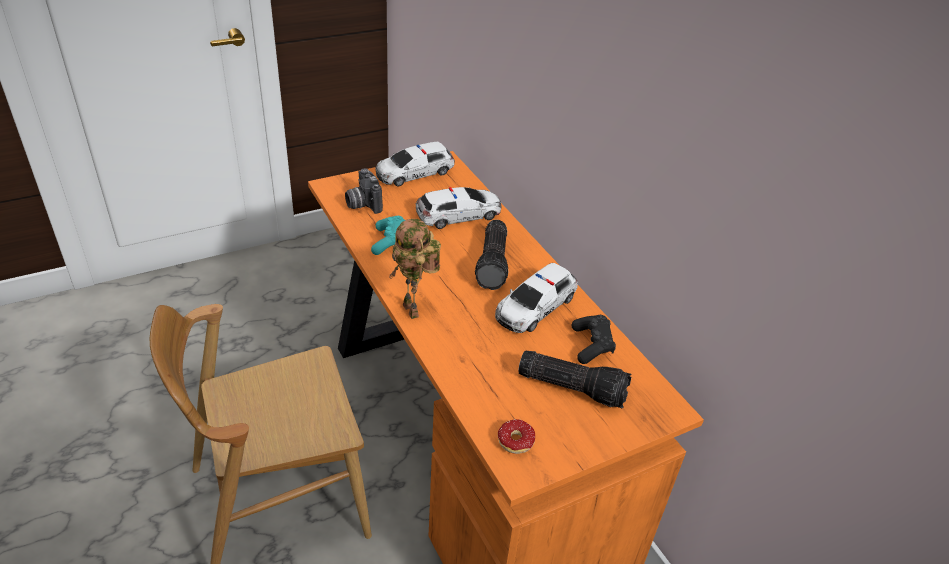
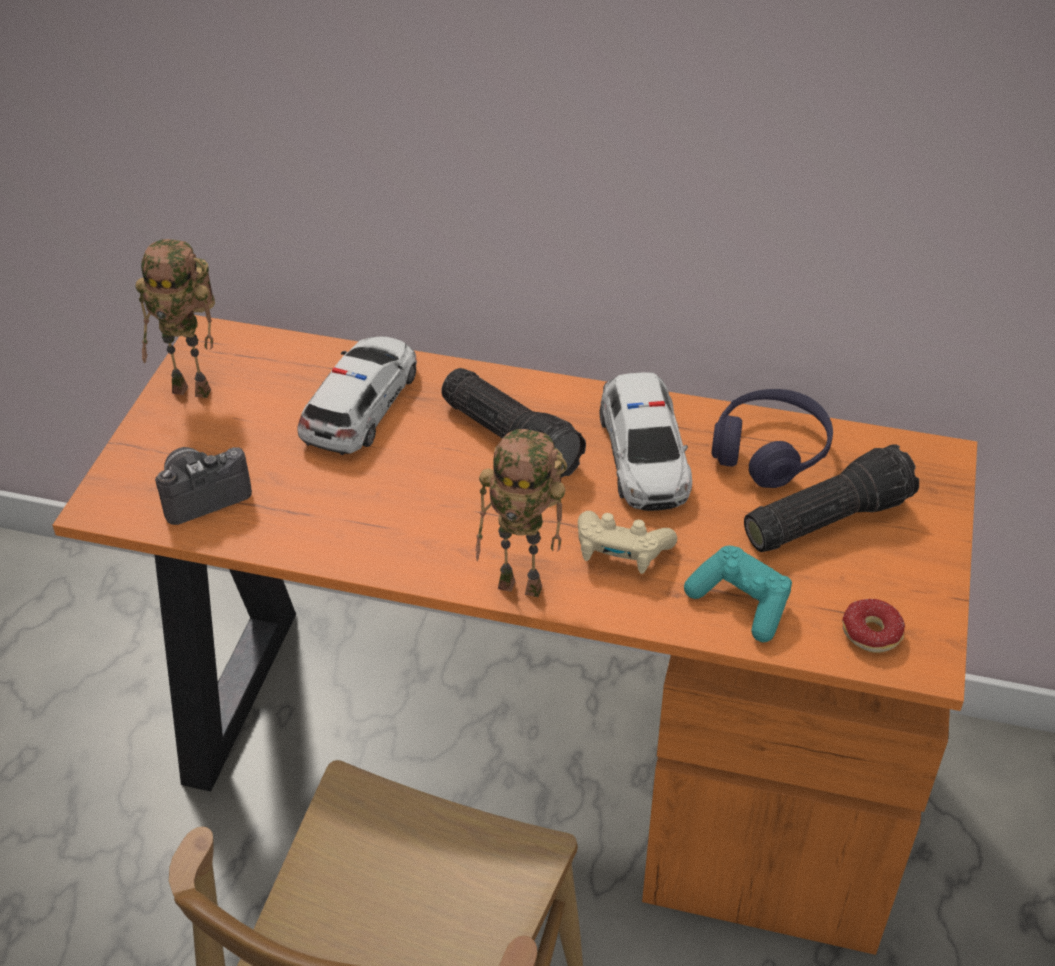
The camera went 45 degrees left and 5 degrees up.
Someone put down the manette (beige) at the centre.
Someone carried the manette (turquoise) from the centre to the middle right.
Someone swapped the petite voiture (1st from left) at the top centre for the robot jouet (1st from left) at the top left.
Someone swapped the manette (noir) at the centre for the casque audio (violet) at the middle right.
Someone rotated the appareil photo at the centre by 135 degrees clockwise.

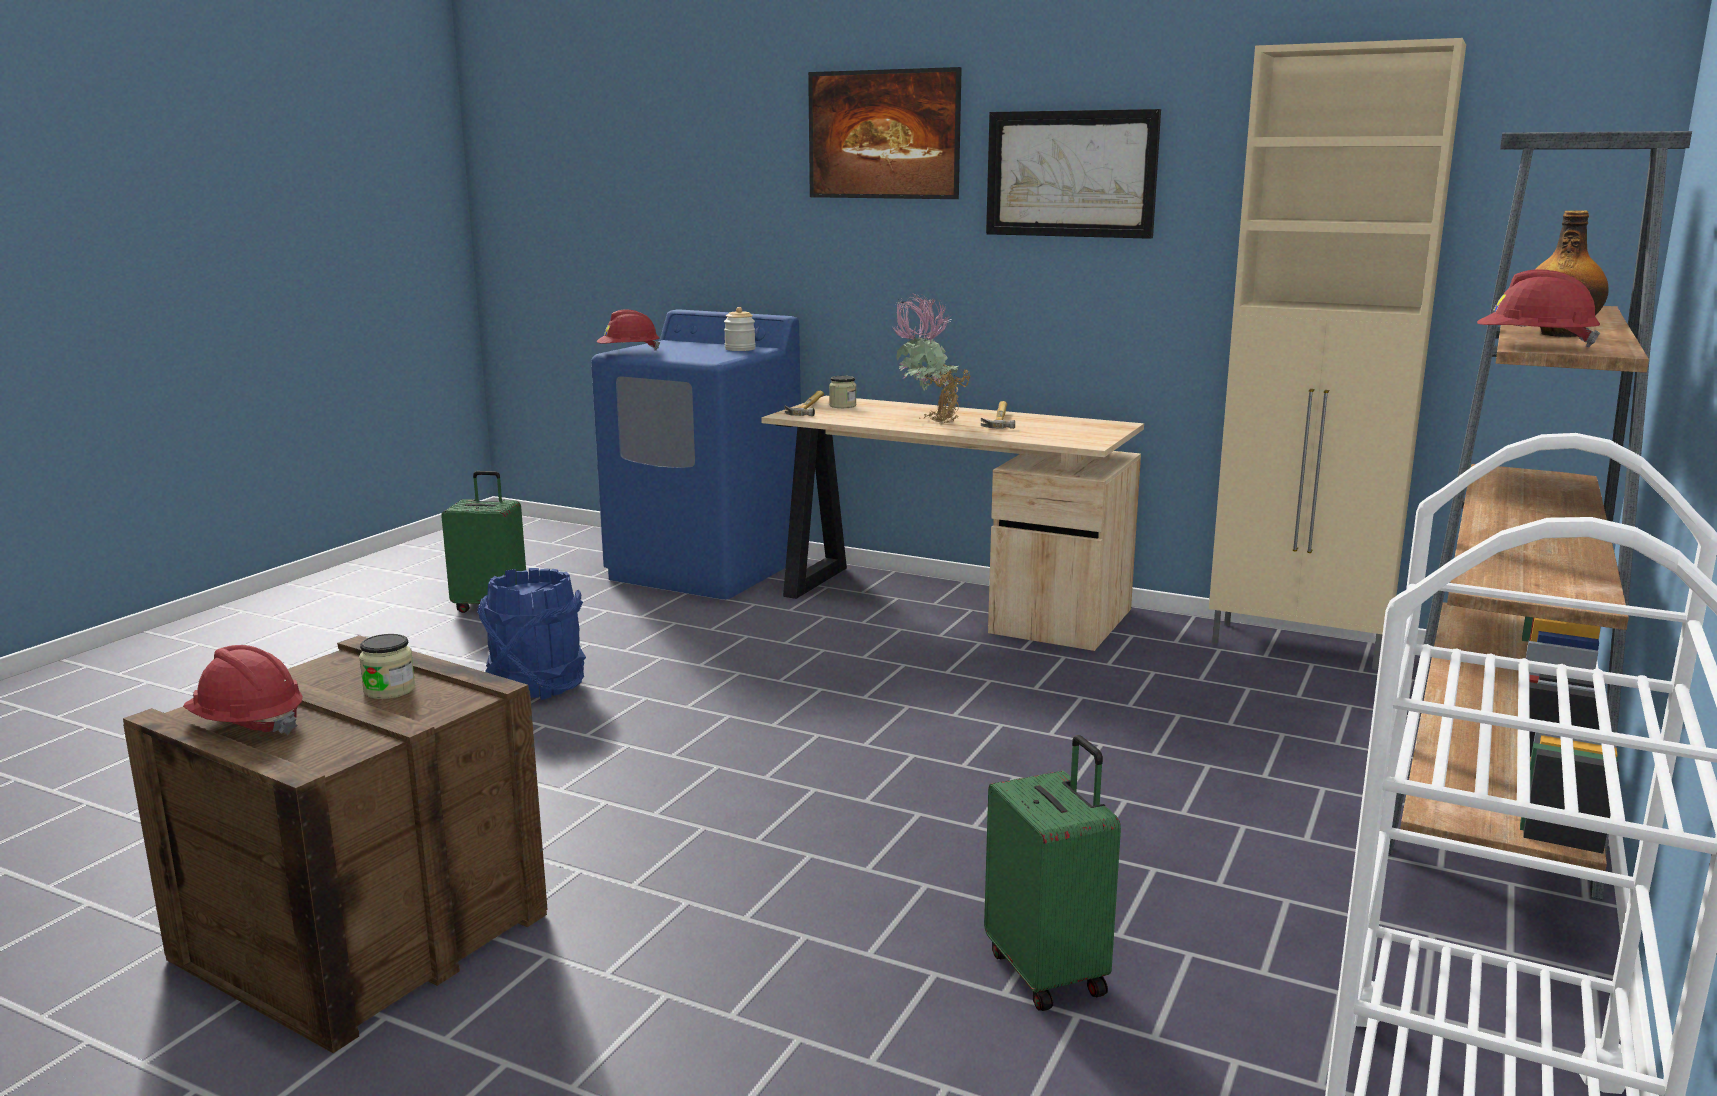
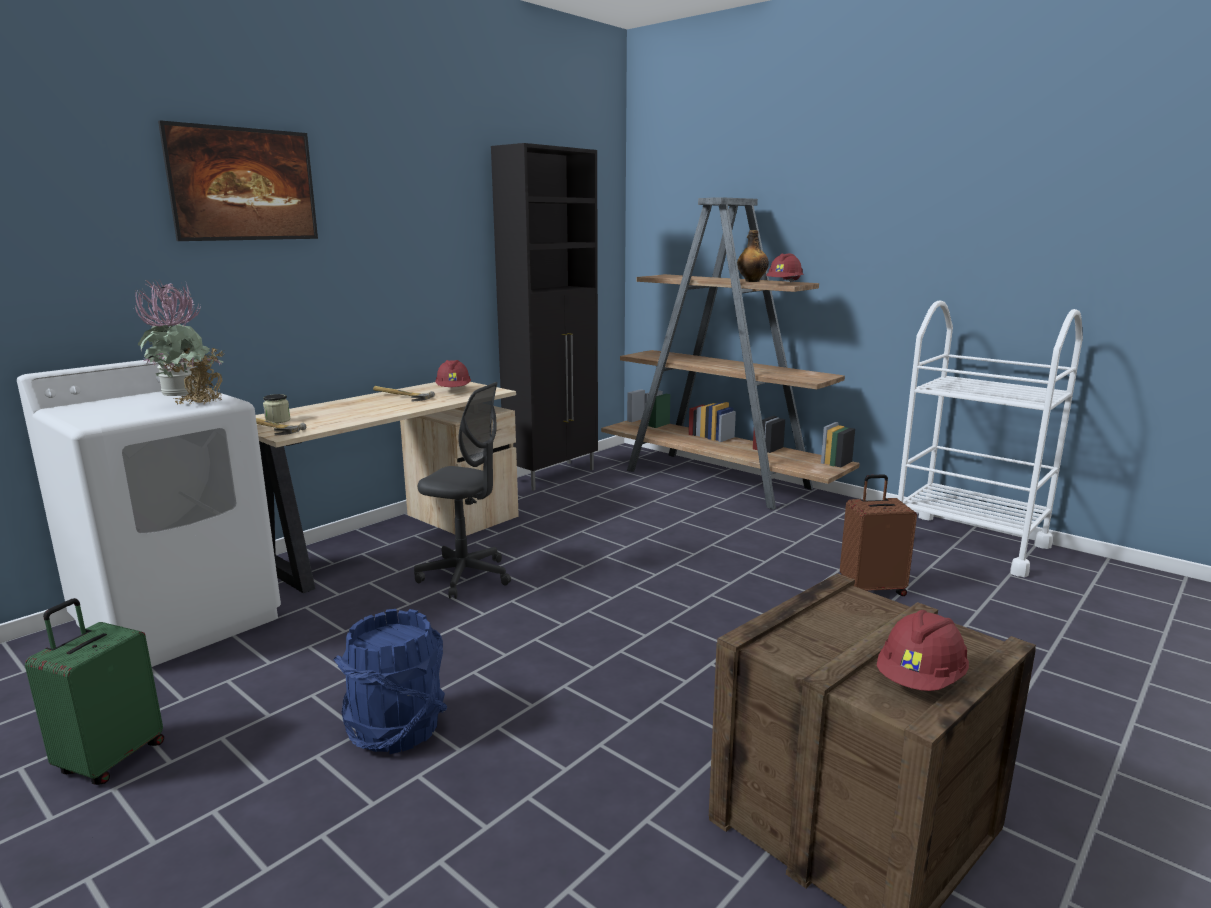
The camera went 75 degrees left and 0 degrees up.
Someone took away the bocal (1st from left) at the middle left.
Someone took away the tableau (2nd from left) at the top centre.
Someone put down the chaise de bureau (gris) at the centre.
Someone carried the casque de chantier (rouge) (2nd from left in the first image) from the top centre to the centre.
Someone carried the plante en pot from the top centre to the middle left.
Someone repainted the lave-linge (bleu) at the centre, which became the lave-linge (blanc) at the middle left.
Someone repainted the valise (vert) (2nd from left) at the bottom centre, which became the valise (marron) at the middle right.
Someone repainted the meuble de rangement (beige) at the top right, which became the meuble de rangement (noir) at the centre.

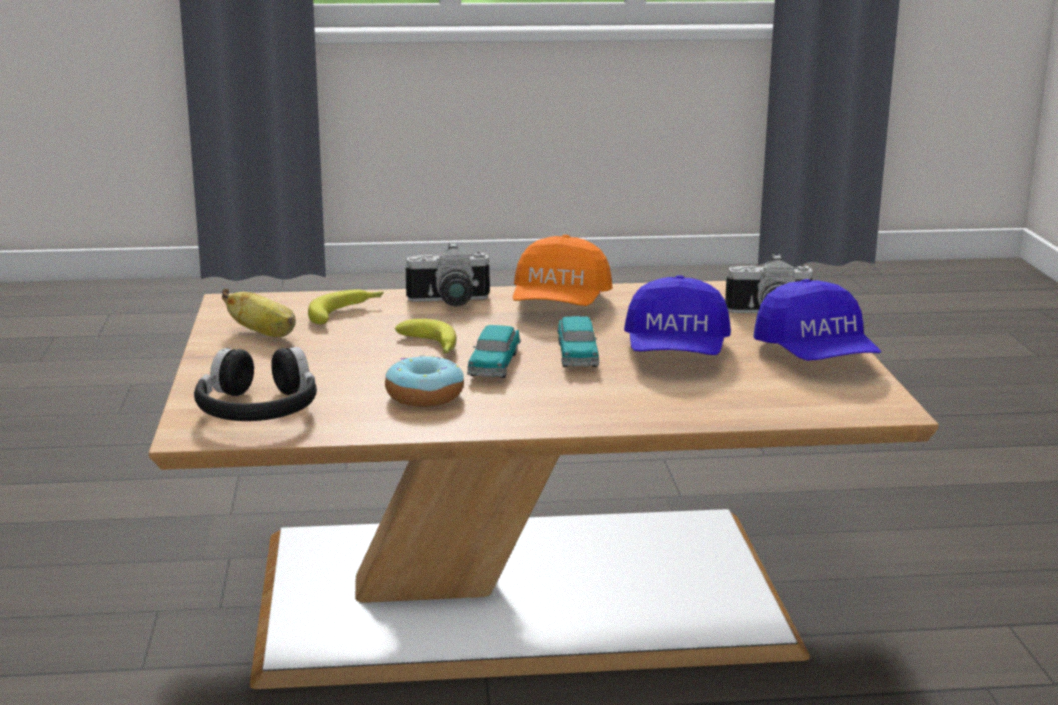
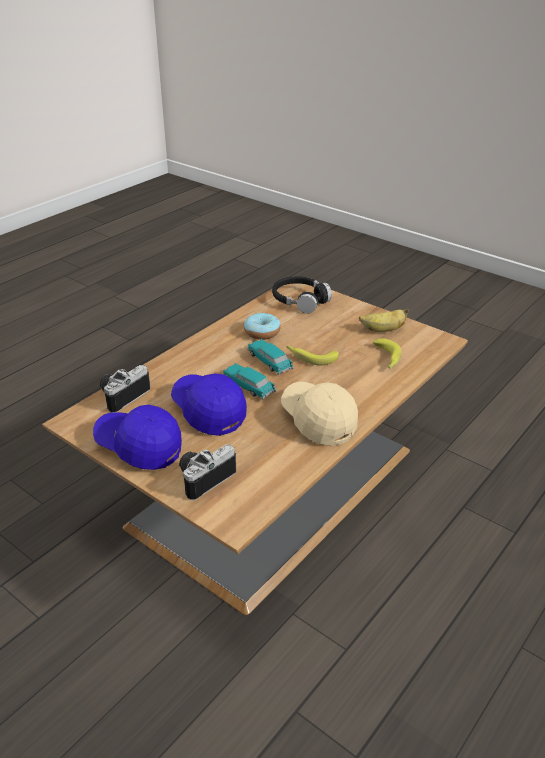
The camera went 135 degrees right and 15 degrees up.
Someone carried the appareil photo (1st from left) from the centre to the middle left.
Someone repainted the casquette (orange) at the centre, which became the casquette (beige) at the centre.

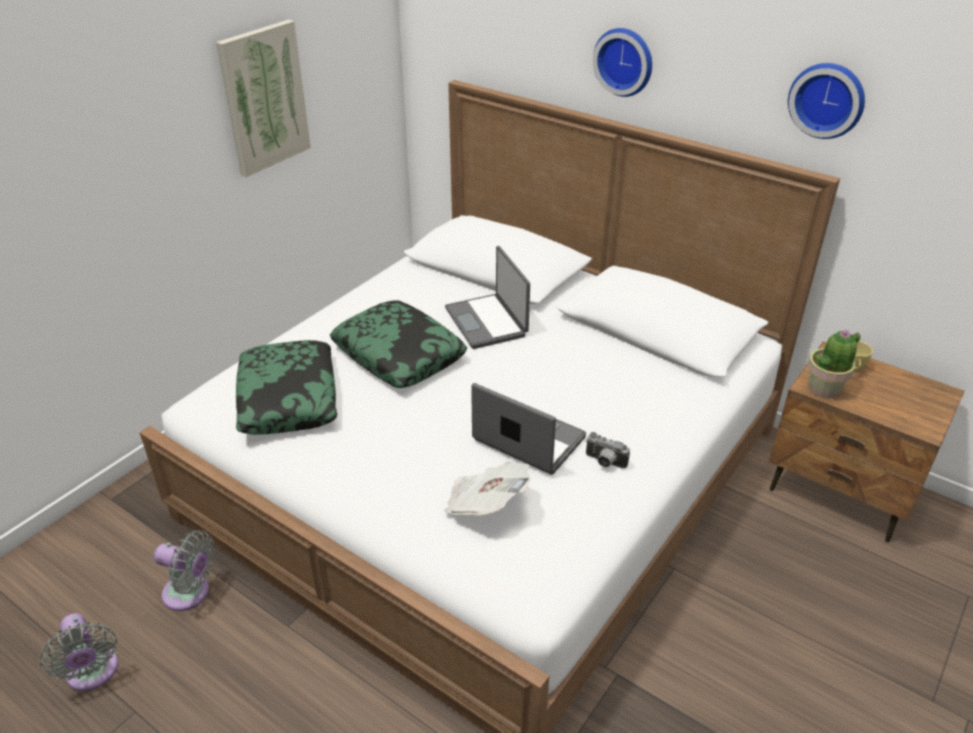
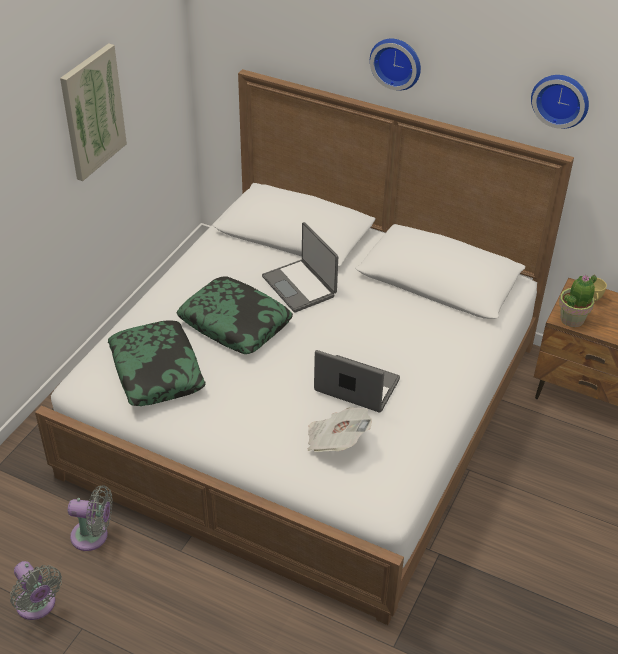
The camera went 10 degrees left and 5 degrees up.
Someone took away the appareil photo at the centre.

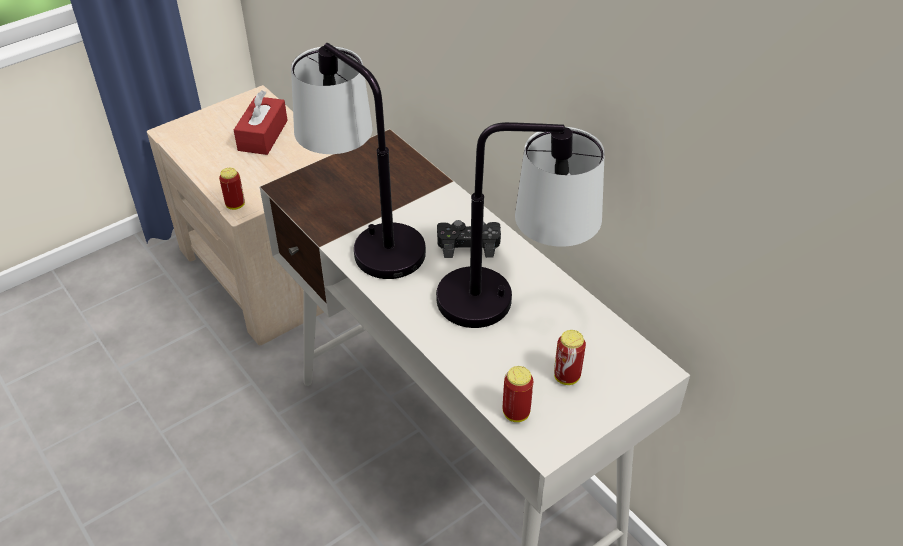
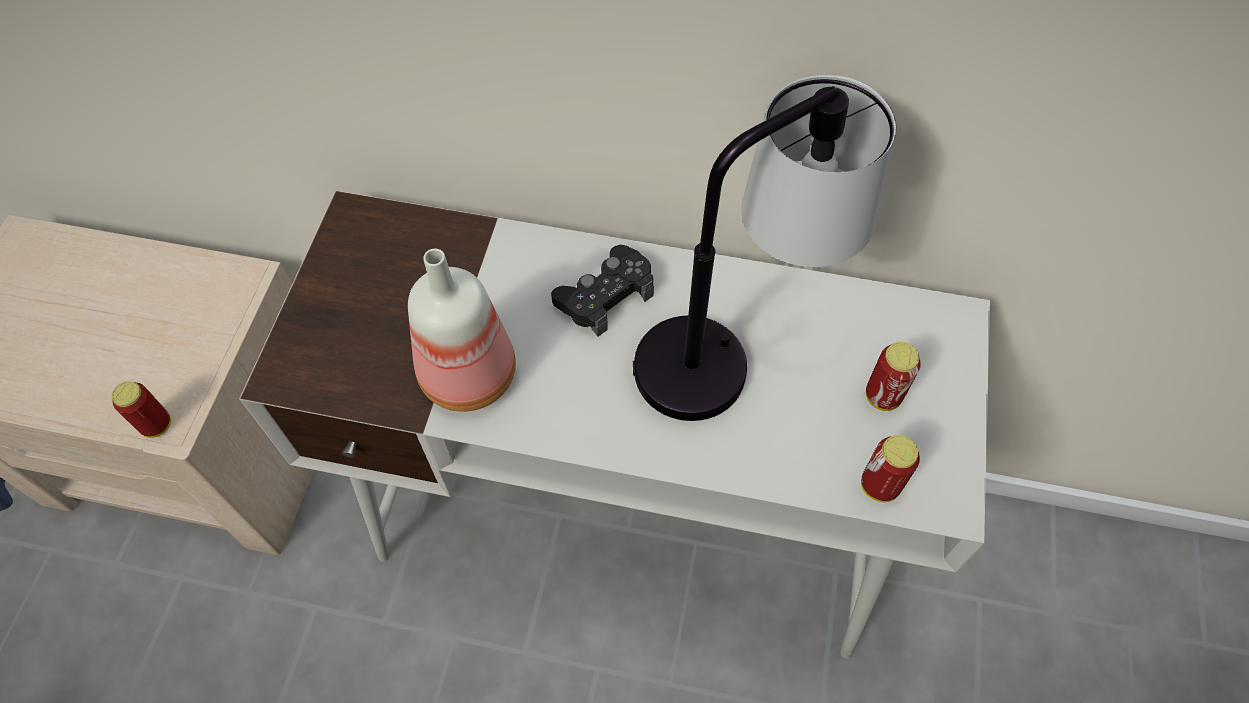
The camera went 40 degrees left and 15 degrees up.
Someone took away the boîte à mouchoirs (rouge) at the top left.
Someone swapped the lampe de table (1st from left) at the top centre for the bouteille at the centre.

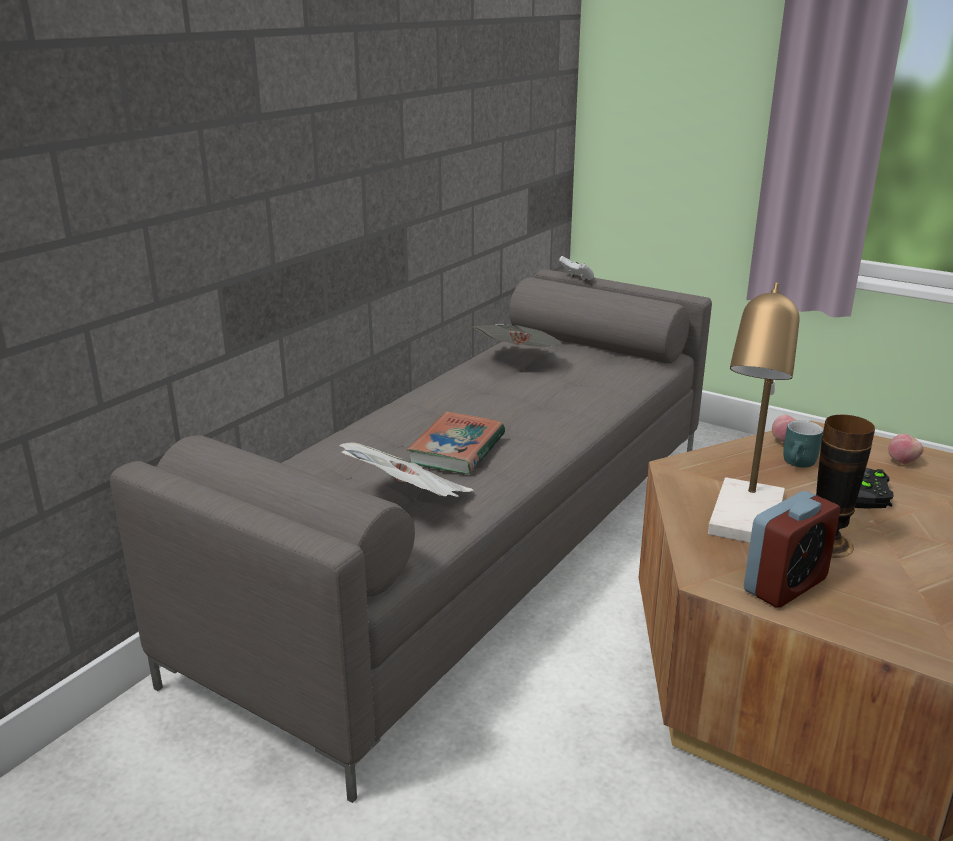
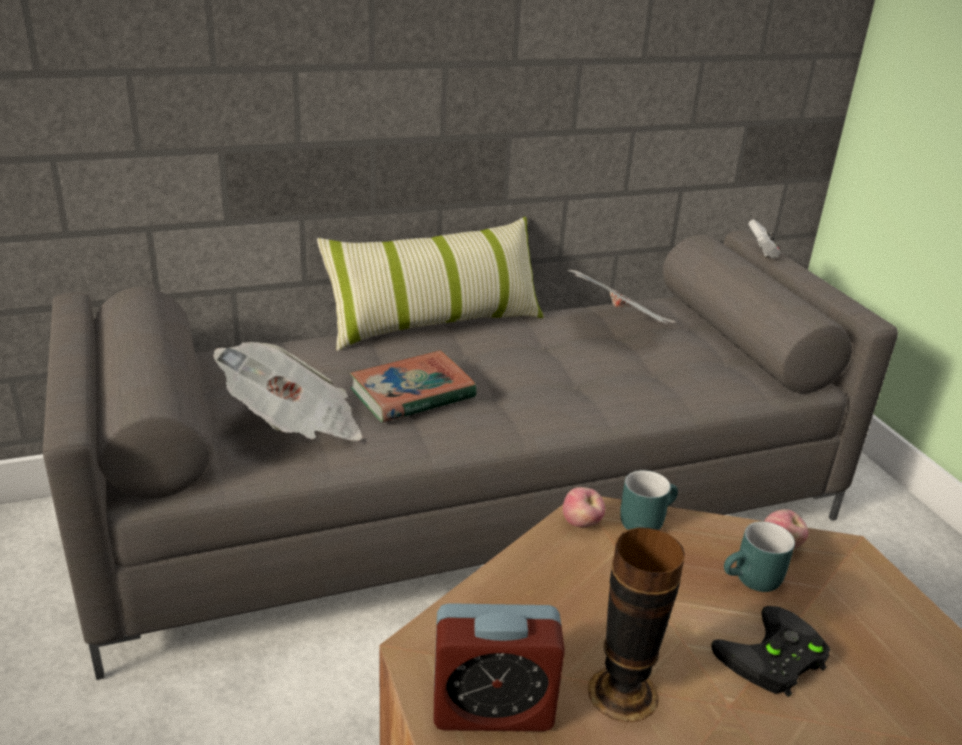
The camera went 35 degrees right and 5 degrees up.
Someone took away the lampe de table at the middle right.
Someone put down the coussin at the centre.
Someone put down the mug (turquoise) (1st from left) at the bottom right.
Someone carried the pomme (2nd from left in the first image) from the middle right to the bottom centre.

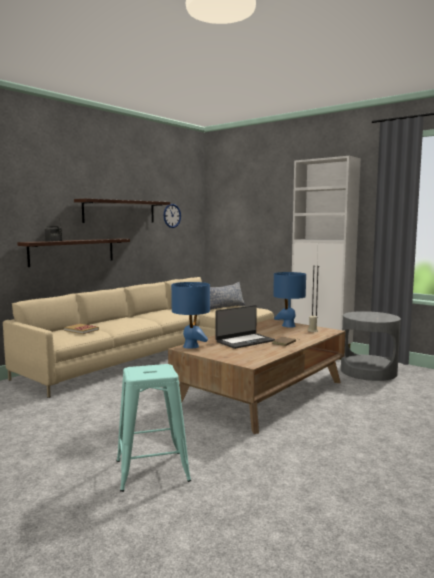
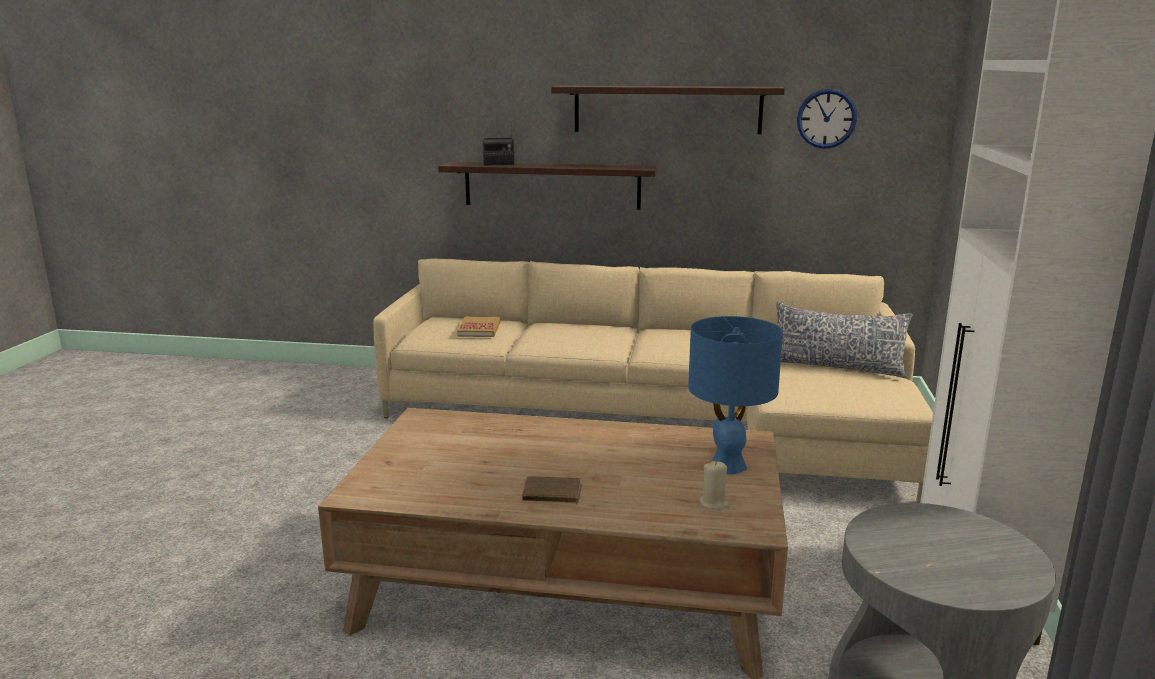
The camera went 60 degrees right and 10 degrees up.
Someone took away the tabouret (turquoise) at the bottom centre.
Someone took away the lampe de table (bleu) (1st from left) at the centre.
Someone took away the ordinateur portable at the centre.

